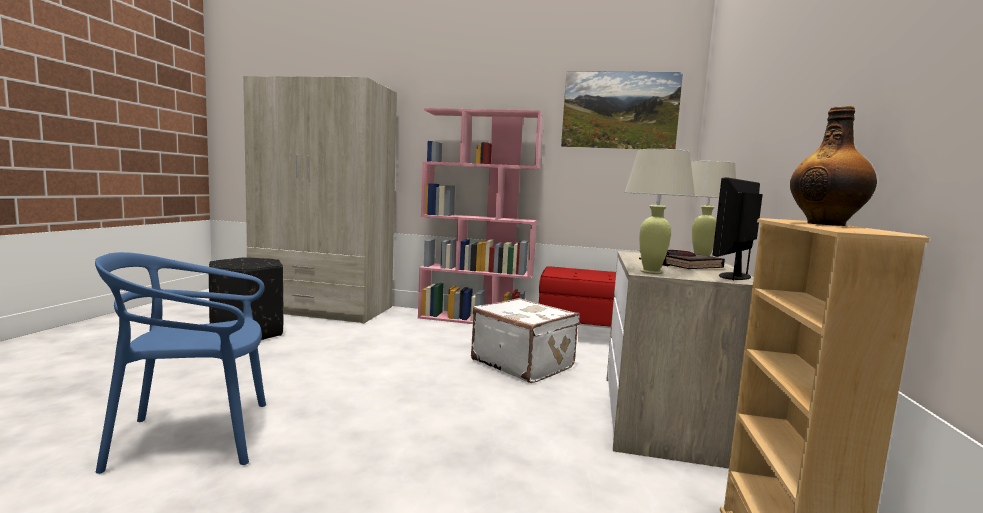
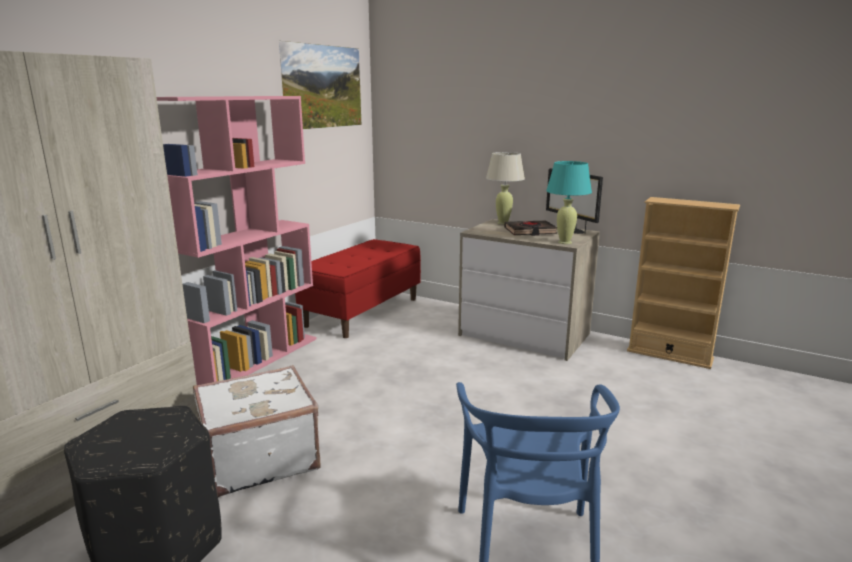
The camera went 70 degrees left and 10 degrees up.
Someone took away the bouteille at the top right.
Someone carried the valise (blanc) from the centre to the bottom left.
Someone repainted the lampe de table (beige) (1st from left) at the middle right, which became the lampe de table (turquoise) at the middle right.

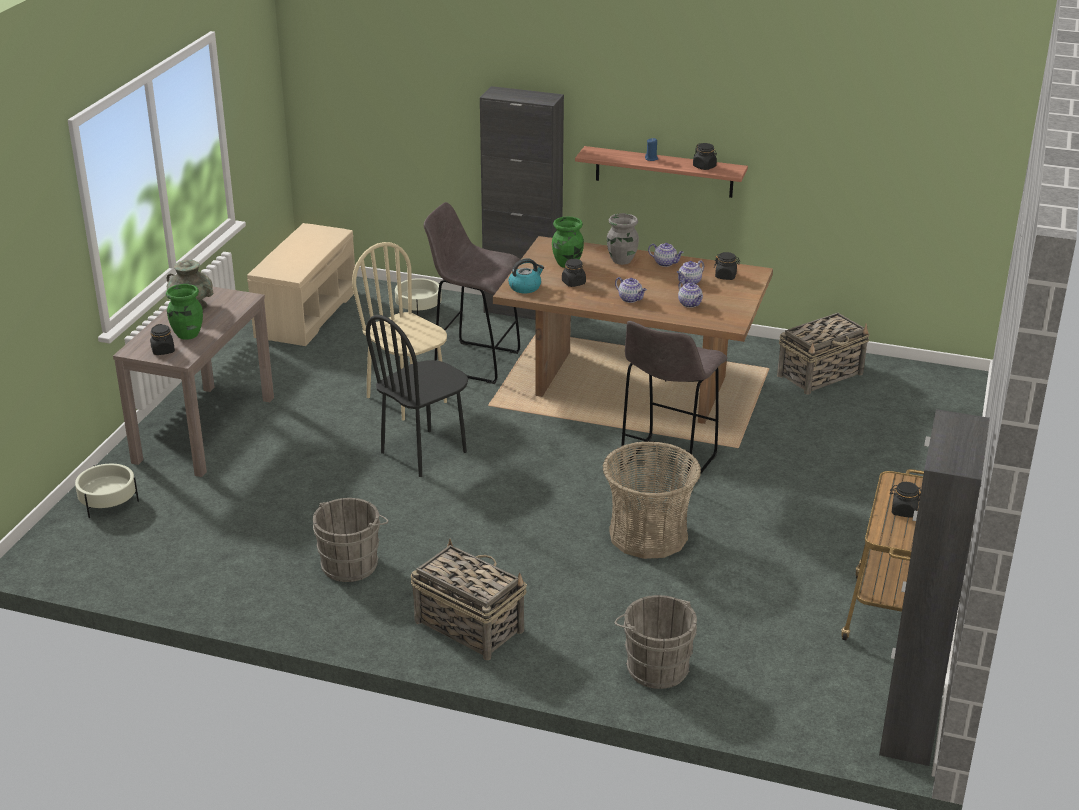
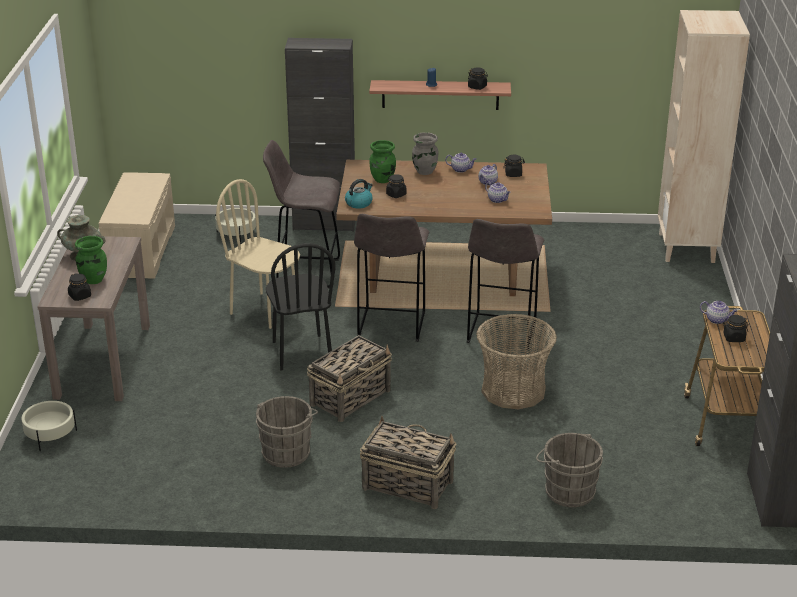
The camera went 15 degrees left and 0 degrees up.
Someone put down the tabouret (gris) (2nd from left) at the centre.
Someone put down the bibliothèque (beige) at the top right.
Someone carried the théière (1st from left in the first image) from the centre to the middle right.
Someone carried the panier (3rd from left in the first image) from the middle right to the centre.
Someone rotated the chaise (noir) at the centre by 45 degrees counterclockwise.

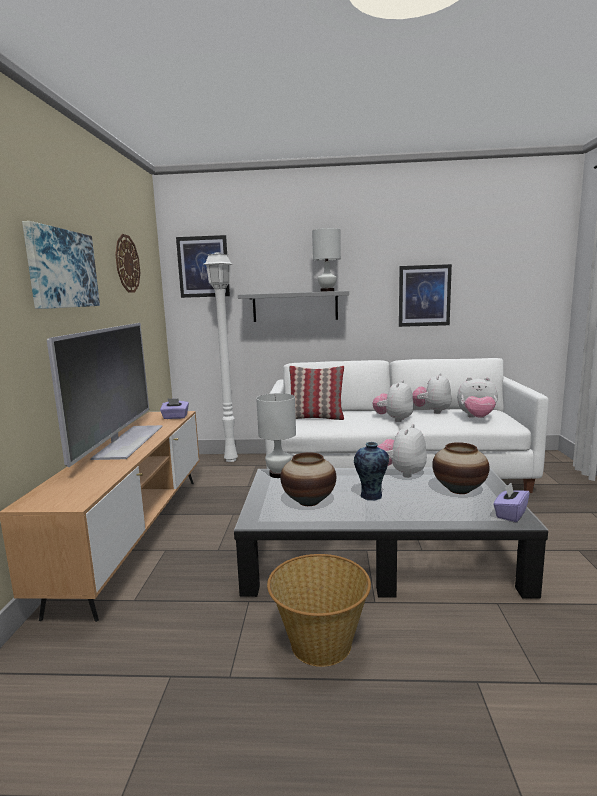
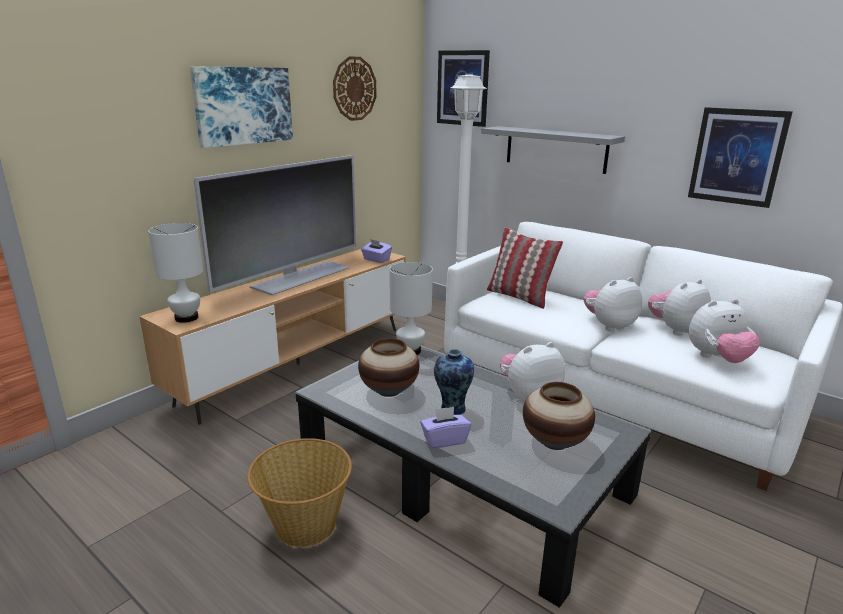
The camera went 35 degrees right and 10 degrees up.
Someone carried the lampe de table (blanc) (2nd from left in the first image) from the top centre to the middle left.
Someone carried the boîte à mouchoirs (violet) (2nd from left) from the middle right to the bottom centre.
Someone rotated the peluche (4th from left) at the middle right by 60 degrees counterclockwise.

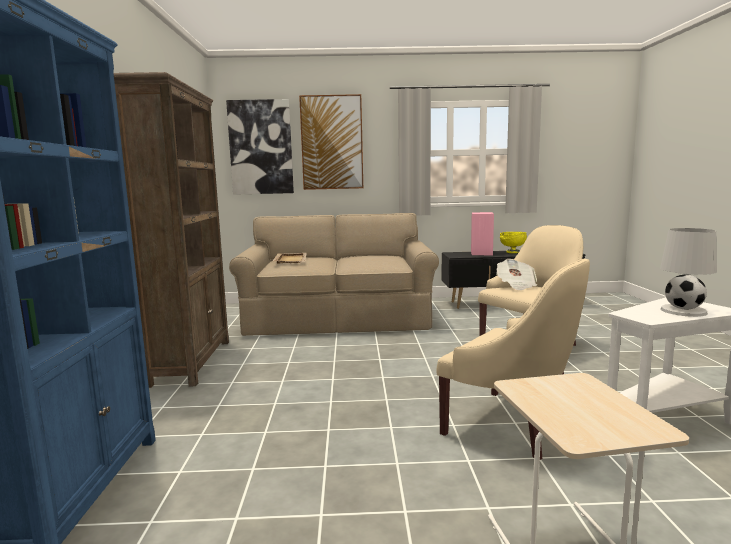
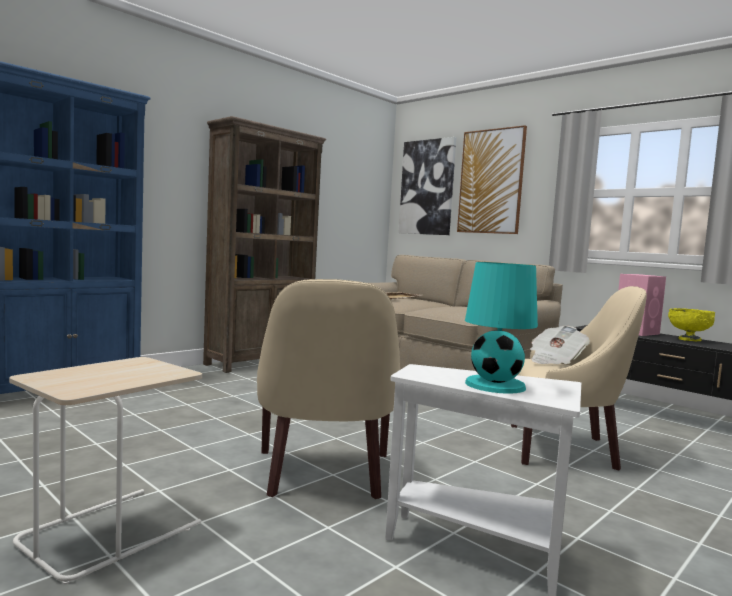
The camera went 45 degrees right and 5 degrees down.
Someone repainted the lampe de table (blanc) at the middle right, which became the lampe de table (turquoise) at the middle right.

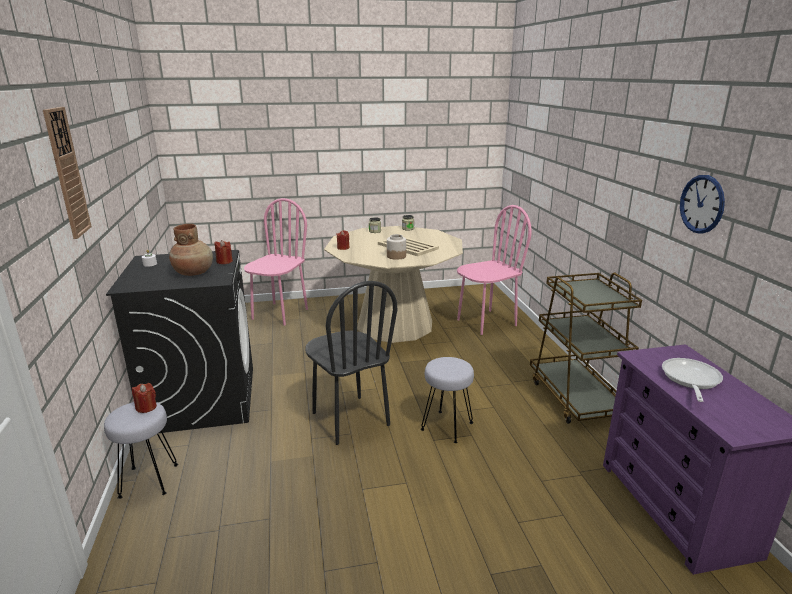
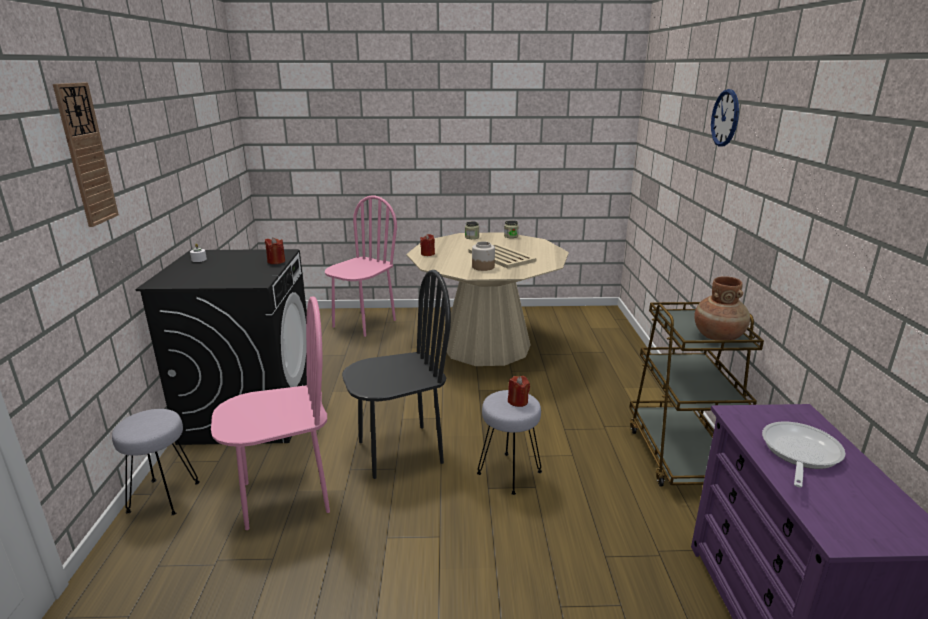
The camera went 10 degrees right and 0 degrees up.
Someone carried the bougie (rouge) (1st from left in the first image) from the bottom left to the centre.
Someone carried the vase (marron) from the middle left to the middle right.
Someone carried the chaise (rose) (2nd from left in the first image) from the centre to the bottom left.
Someone carried the horloge murale (2nd from left) from the middle right to the top right.
Someone rotated the chaise (noir) at the centre by 90 degrees counterclockwise.

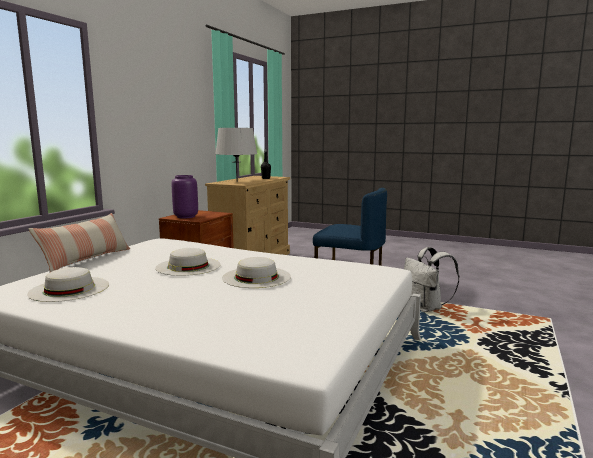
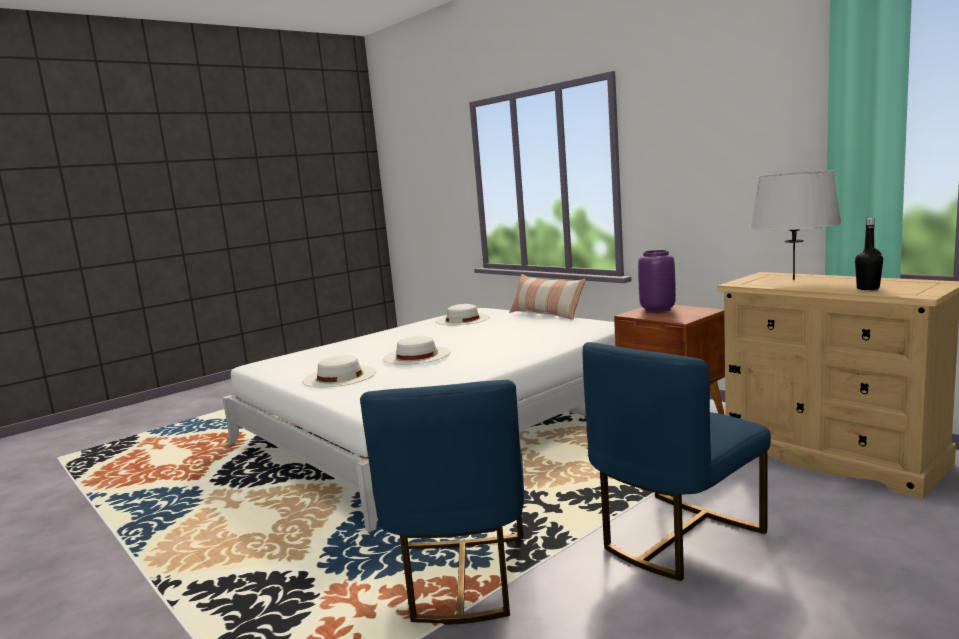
The camera went 115 degrees right and 0 degrees up.
Someone carried the chapeau (blanc) (2nd from left in the first image) from the middle left to the centre.
Someone swapped the sac à dos (blanc) at the middle right for the chaise (bleu) (1st from left) at the bottom centre.

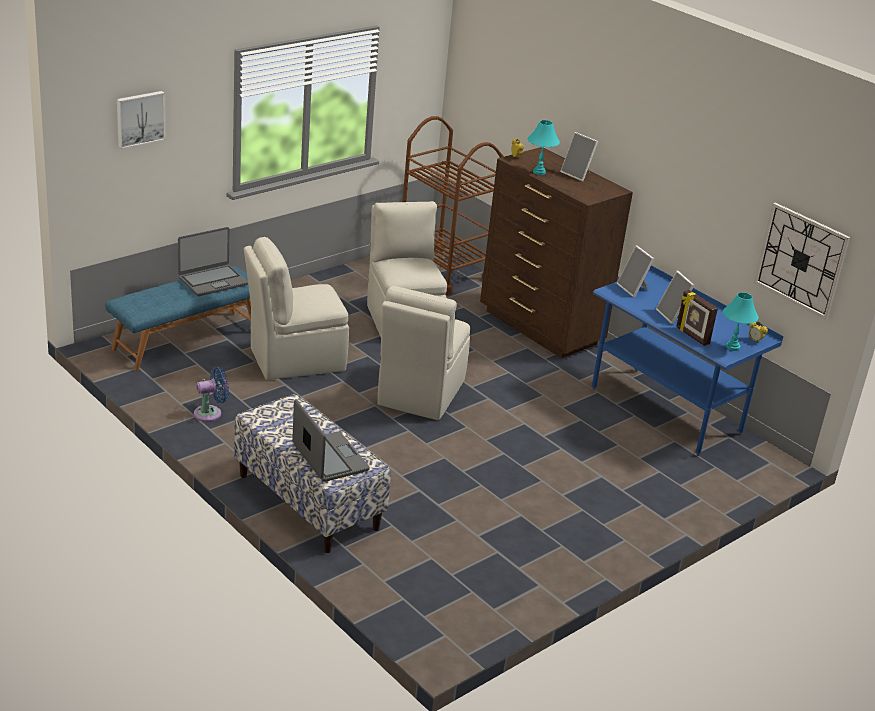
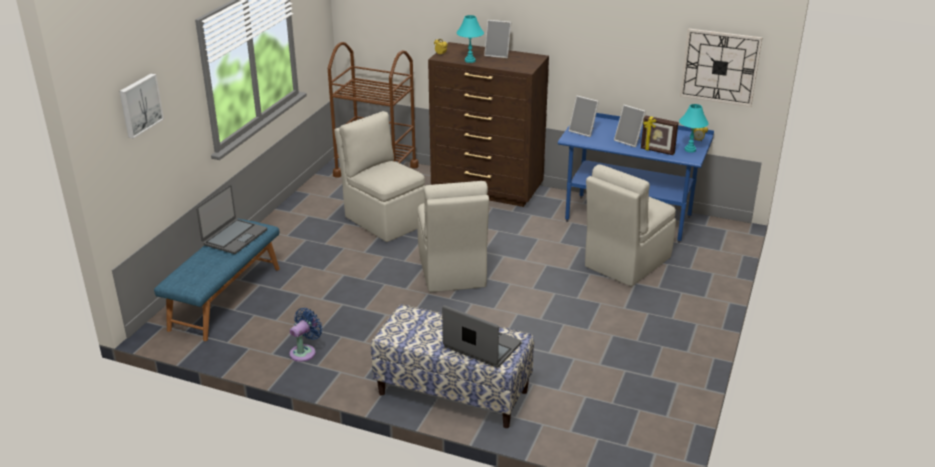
The camera went 25 degrees left and 0 degrees up.
Someone carried the chaise (beige) (1st from left in the first image) from the centre to the middle right.

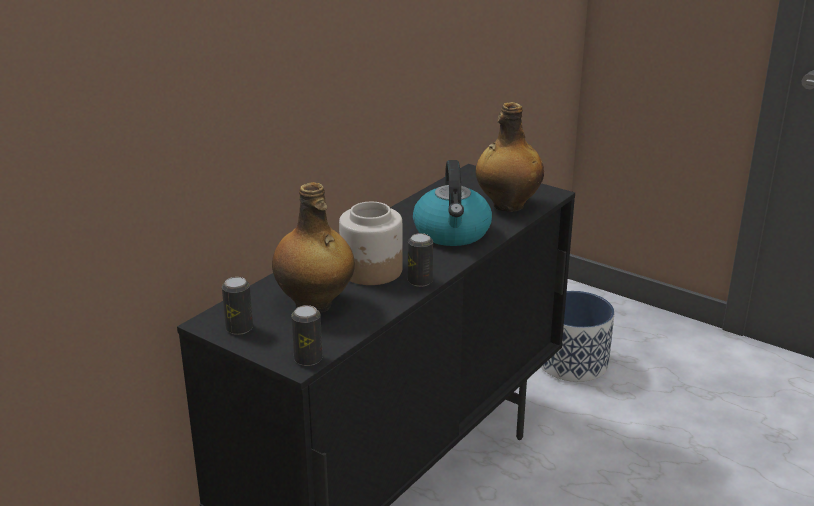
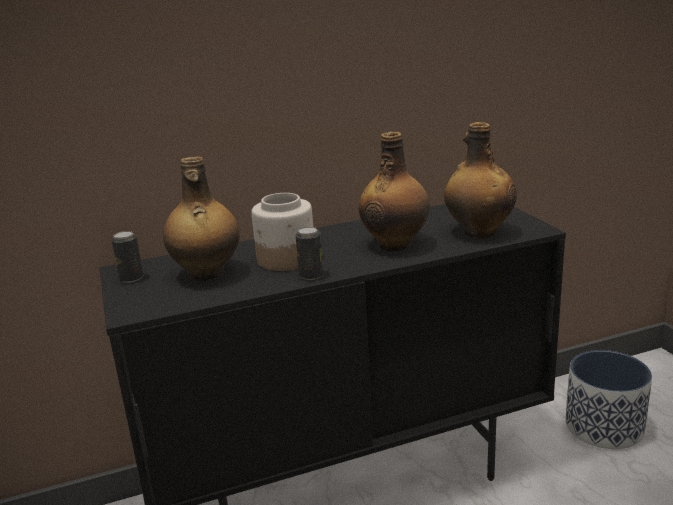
The camera went 35 degrees right and 5 degrees down.
Someone took away the boîte métallique (2nd from left) at the centre.
Someone swapped the bouilloire at the centre for the bouteille (2nd from left) at the centre.

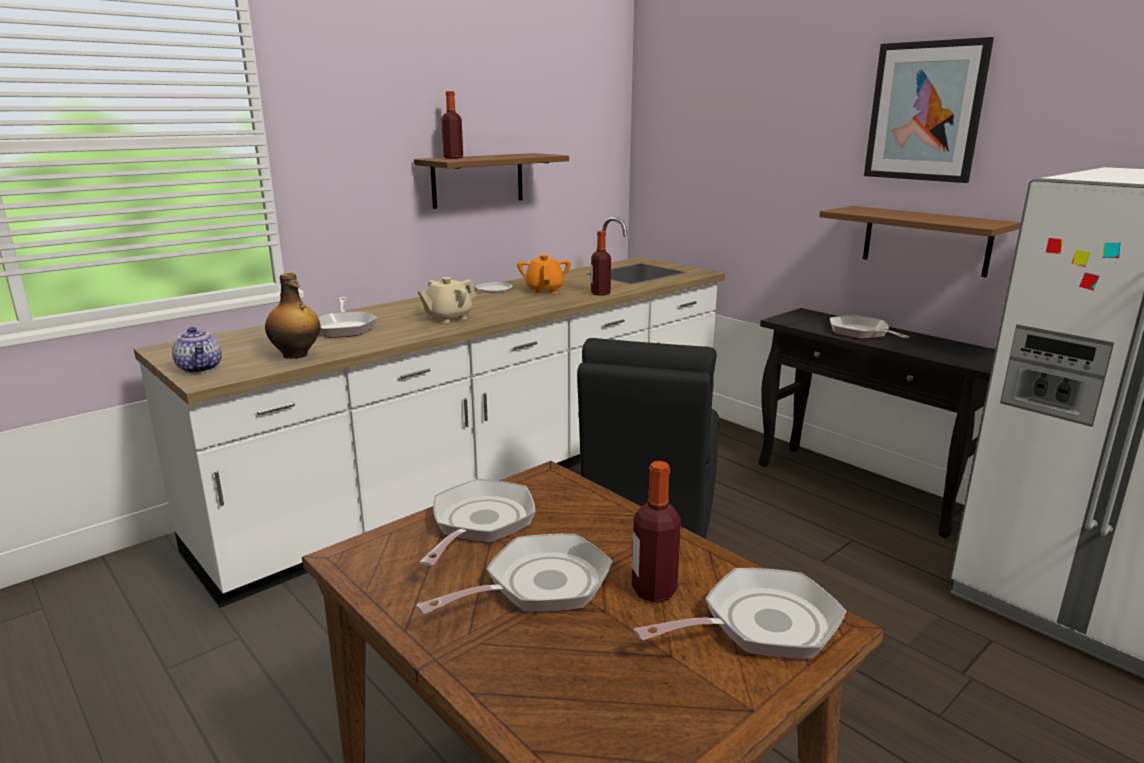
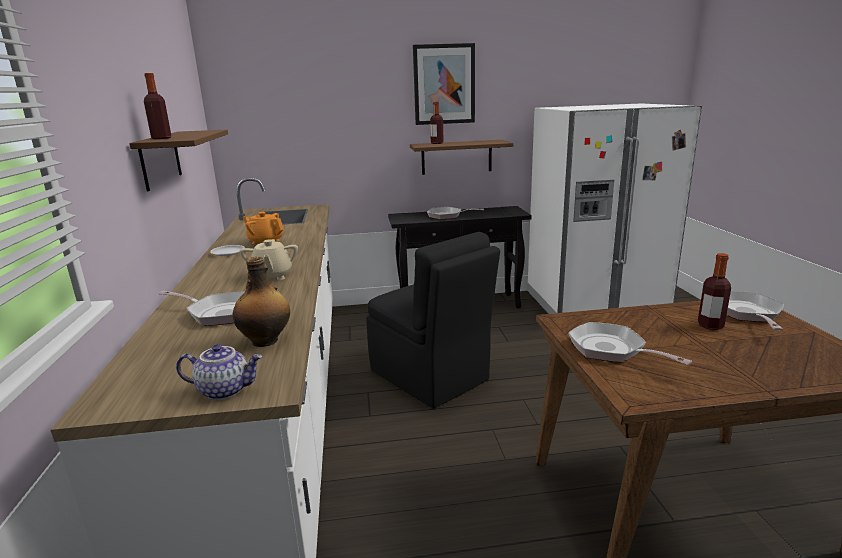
The camera went 55 degrees left and 0 degrees up.
Someone took away the poêle (3rd from left) at the bottom centre.
Someone carried the bouteille (3rd from left) from the centre to the top centre.

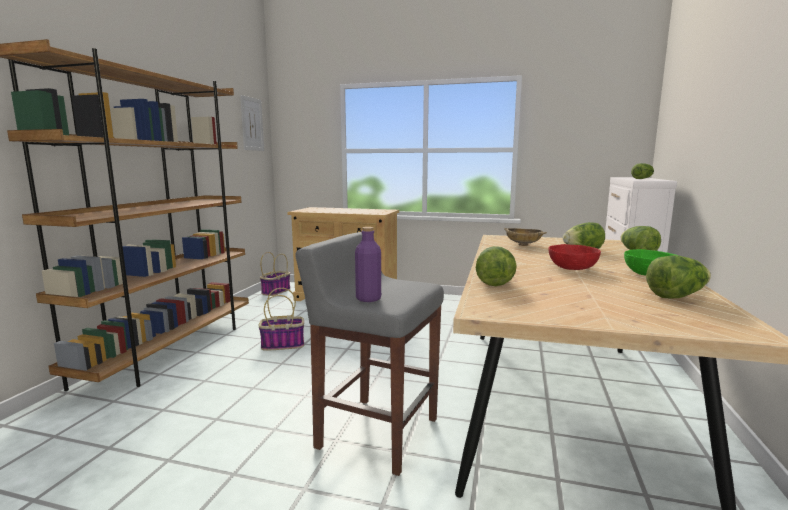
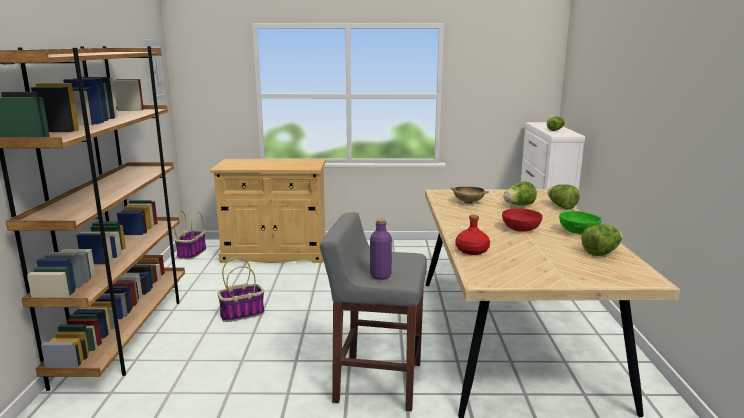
The camera went 15 degrees left and 5 degrees up.
Someone swapped the laitue (1st from left) at the centre for the bouteille (rouge) at the centre.

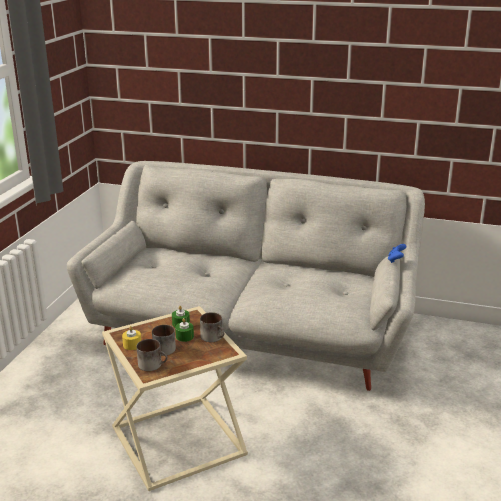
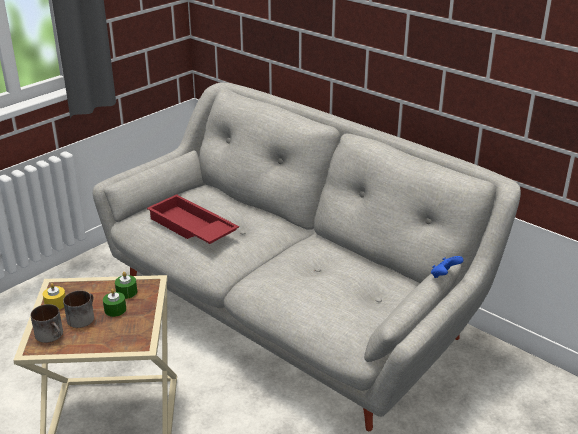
The camera went 25 degrees right and 5 degrees up.
Someone took away the mug (3rd from left) at the centre.
Someone put down the plateau (rouge) at the centre.

